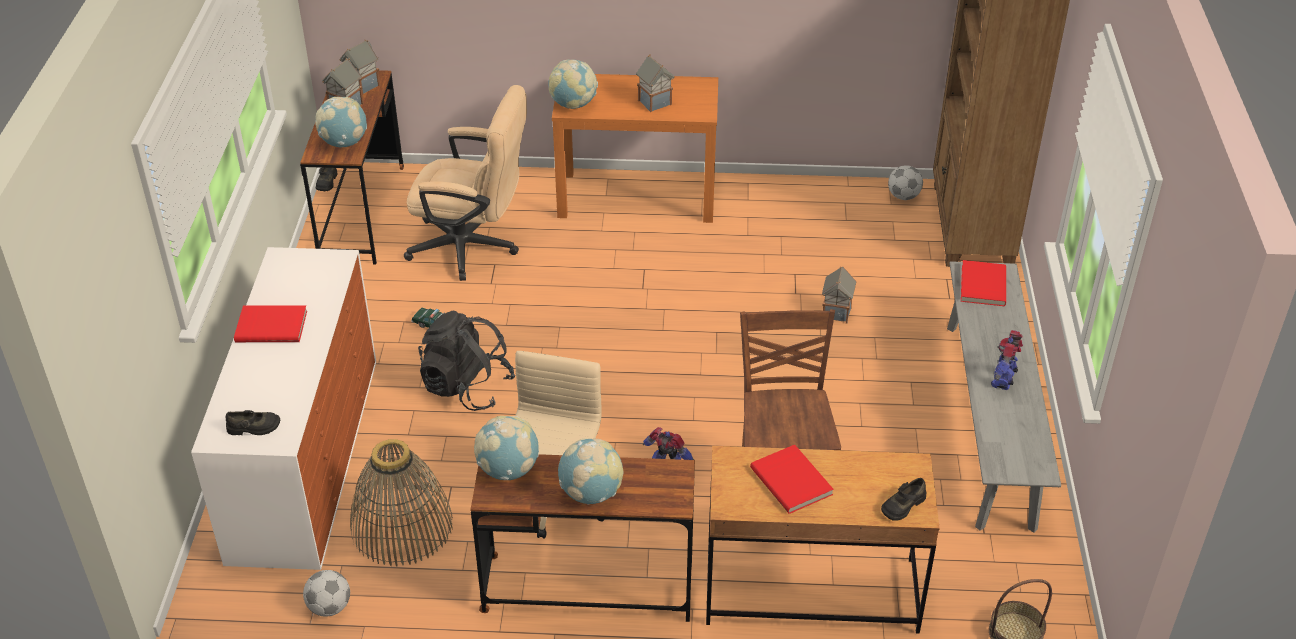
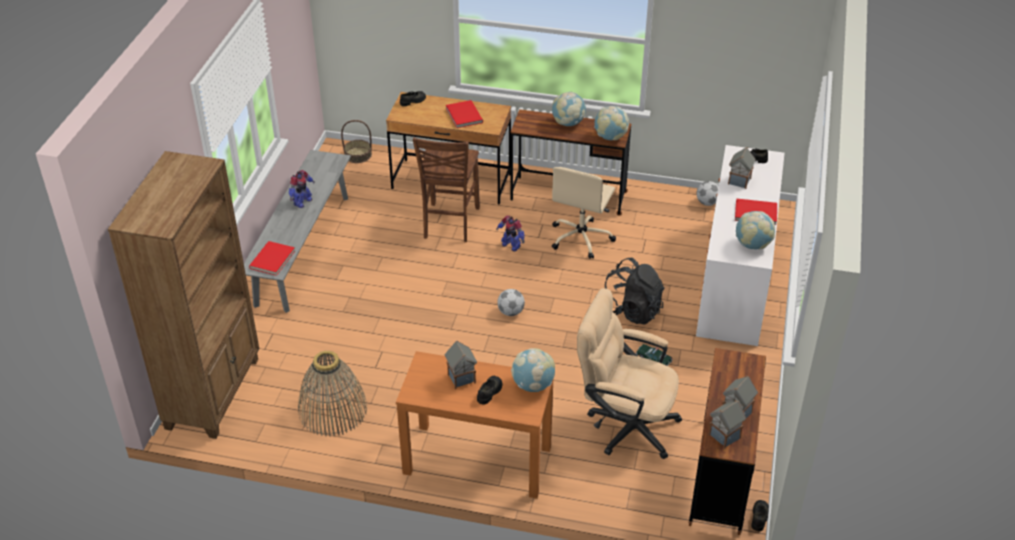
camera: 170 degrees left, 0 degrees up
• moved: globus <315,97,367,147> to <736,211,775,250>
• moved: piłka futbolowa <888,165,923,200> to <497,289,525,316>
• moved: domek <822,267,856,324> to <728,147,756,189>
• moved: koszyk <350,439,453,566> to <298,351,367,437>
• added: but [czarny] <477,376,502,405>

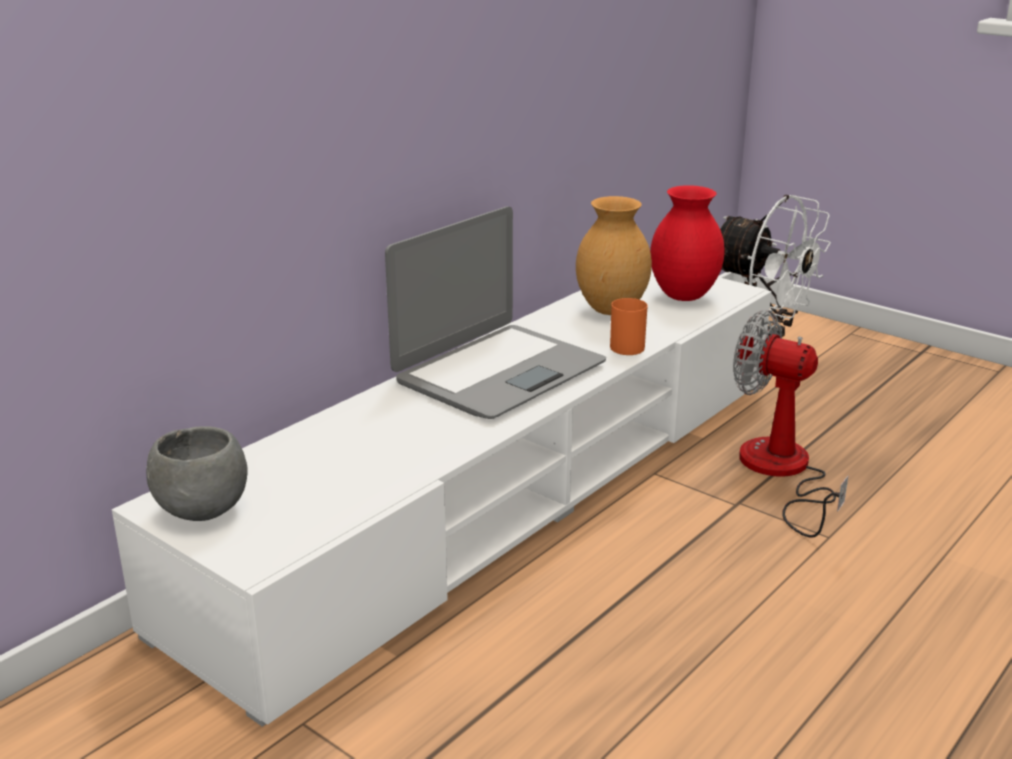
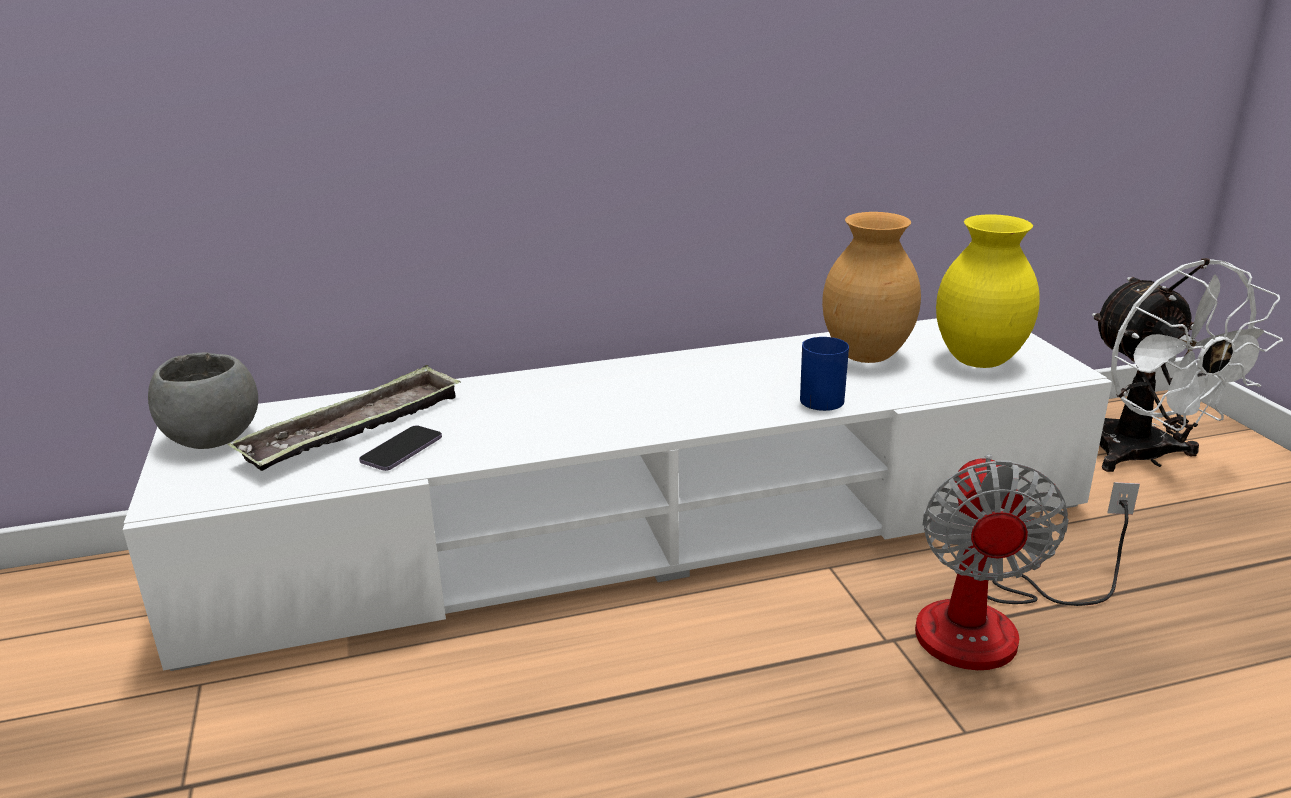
camera: 35 degrees right, 0 degrees up
• recoloured: wazon [czerwony] <650,185,725,301> to wazon [żółty] <936,214,1040,368>
• removed: laptop <385,206,606,419>
• recoloured: kubek [pomarańczowy] <610,298,648,355> to kubek [niebieski] <800,337,849,411>
• turned: wentylator <733,310,848,538> = <915,454,1140,670> 150 degrees counterclockwise
• added: taca <227,365,461,471>
• added: telefon <359,425,442,471>

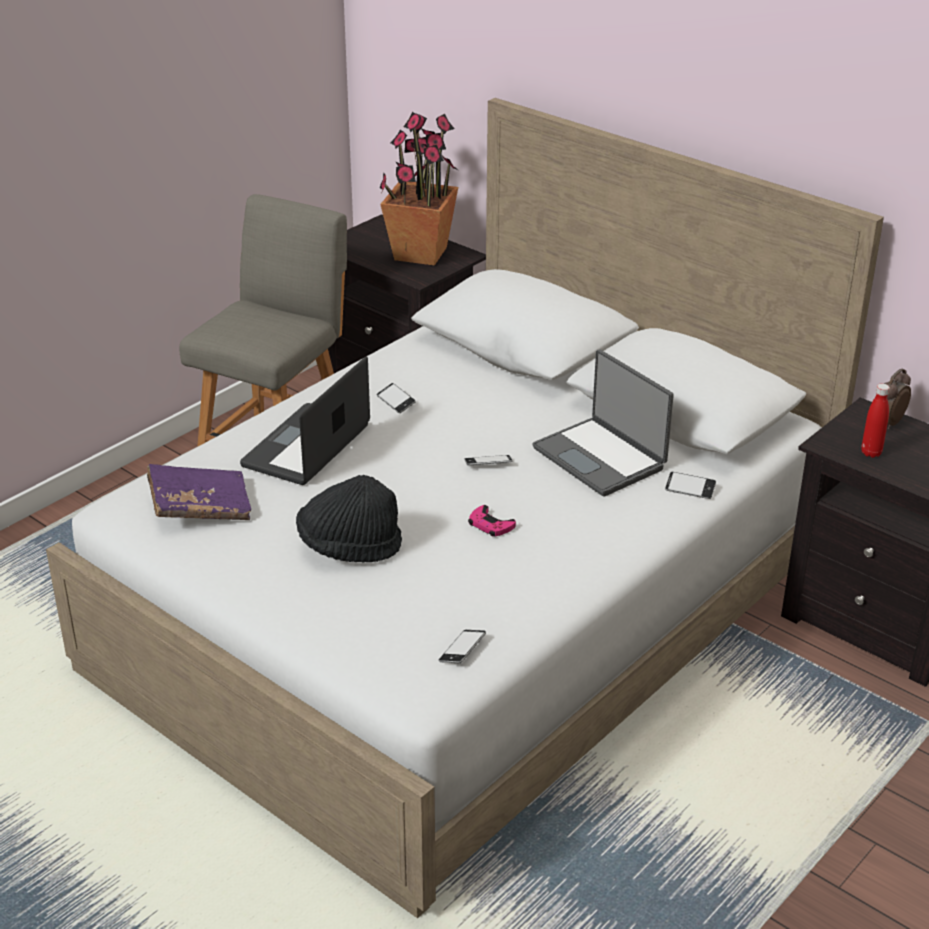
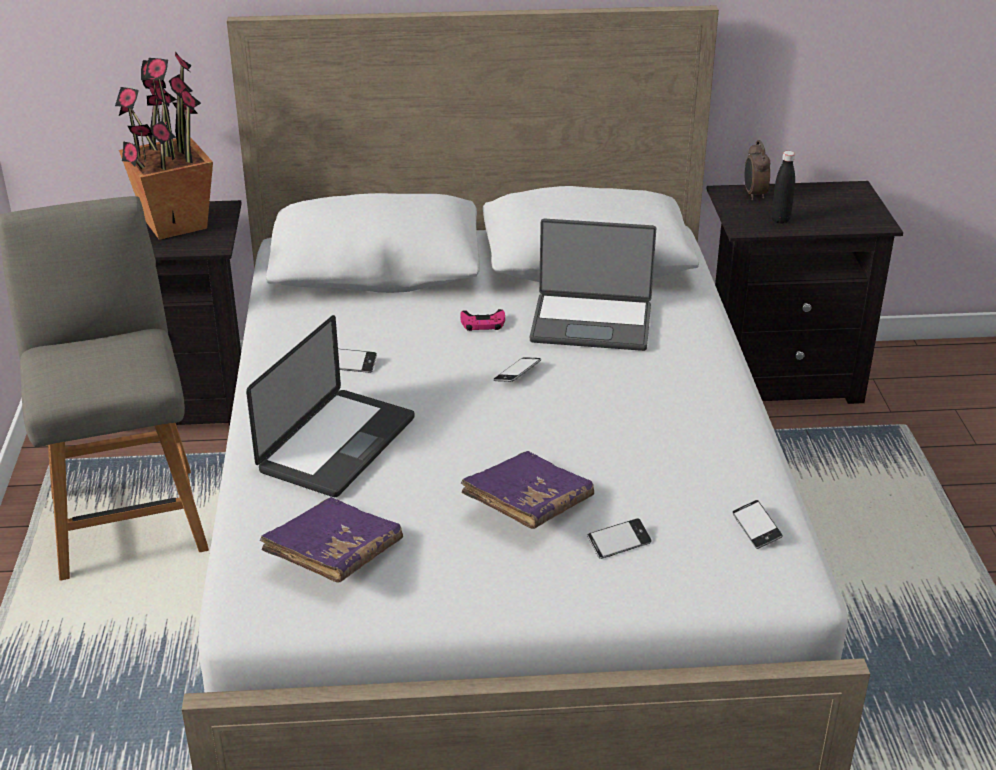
camera: 45 degrees left, 0 degrees up
• turned: laptop <240,356,370,485> = <246,315,414,497> 135 degrees counterclockwise
• recoloured: butelka [czerwony] <861,384,890,458> to butelka [czarny] <771,151,795,224>
• moved: telefon <665,472,716,499> to <587,518,652,559>
• replaced: kapelusz [czarny] <296,475,402,563> to książka [fioletowy] <461,451,594,529>
• moved: pad do gier [różowy] <468,505,516,537> to <460,309,505,331>

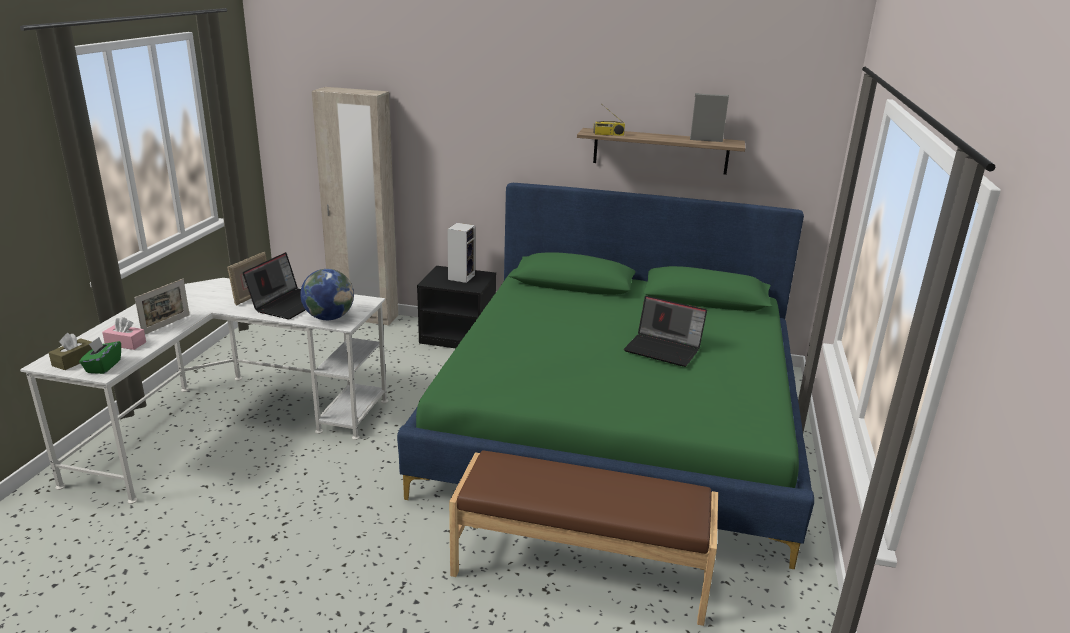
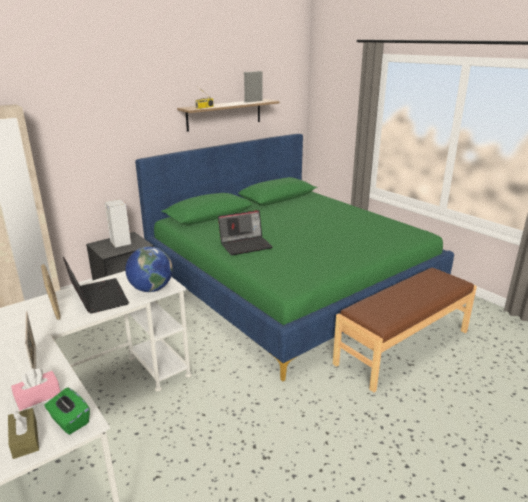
camera: 50 degrees left, 0 degrees up
• moved: laptop <624,296,707,367> to <218,210,273,255>

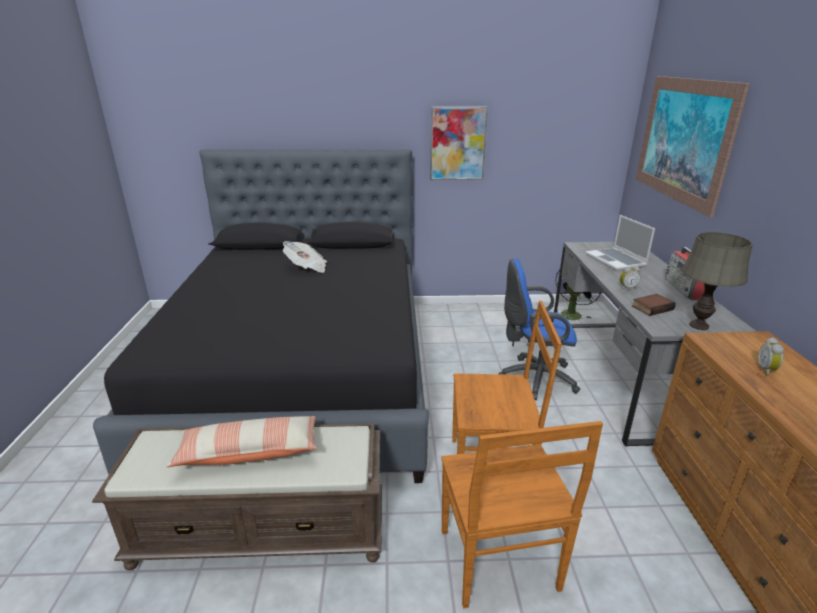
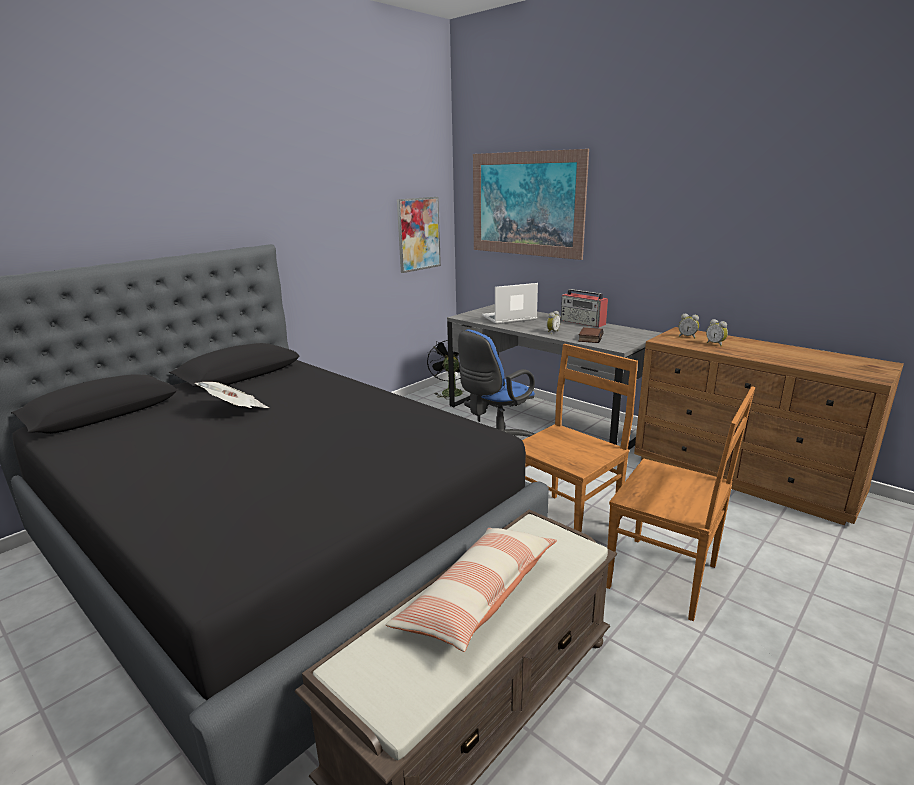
camera: 45 degrees left, 5 degrees down
• moved: obraz <430,107,488,180> to <397,197,441,273>
• turned: laptop <585,215,655,271> = <482,283,538,324> 135 degrees clockwise
• removed: lampa stołowa [szary] <682,232,753,330>
• added: budzik <679,314,699,339>

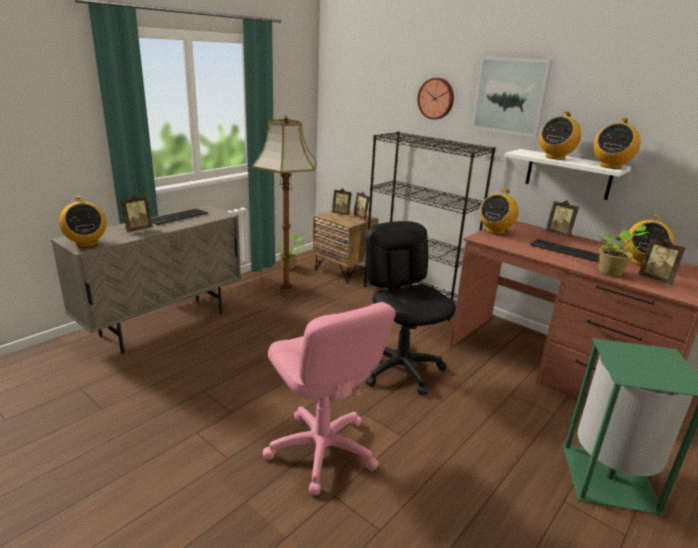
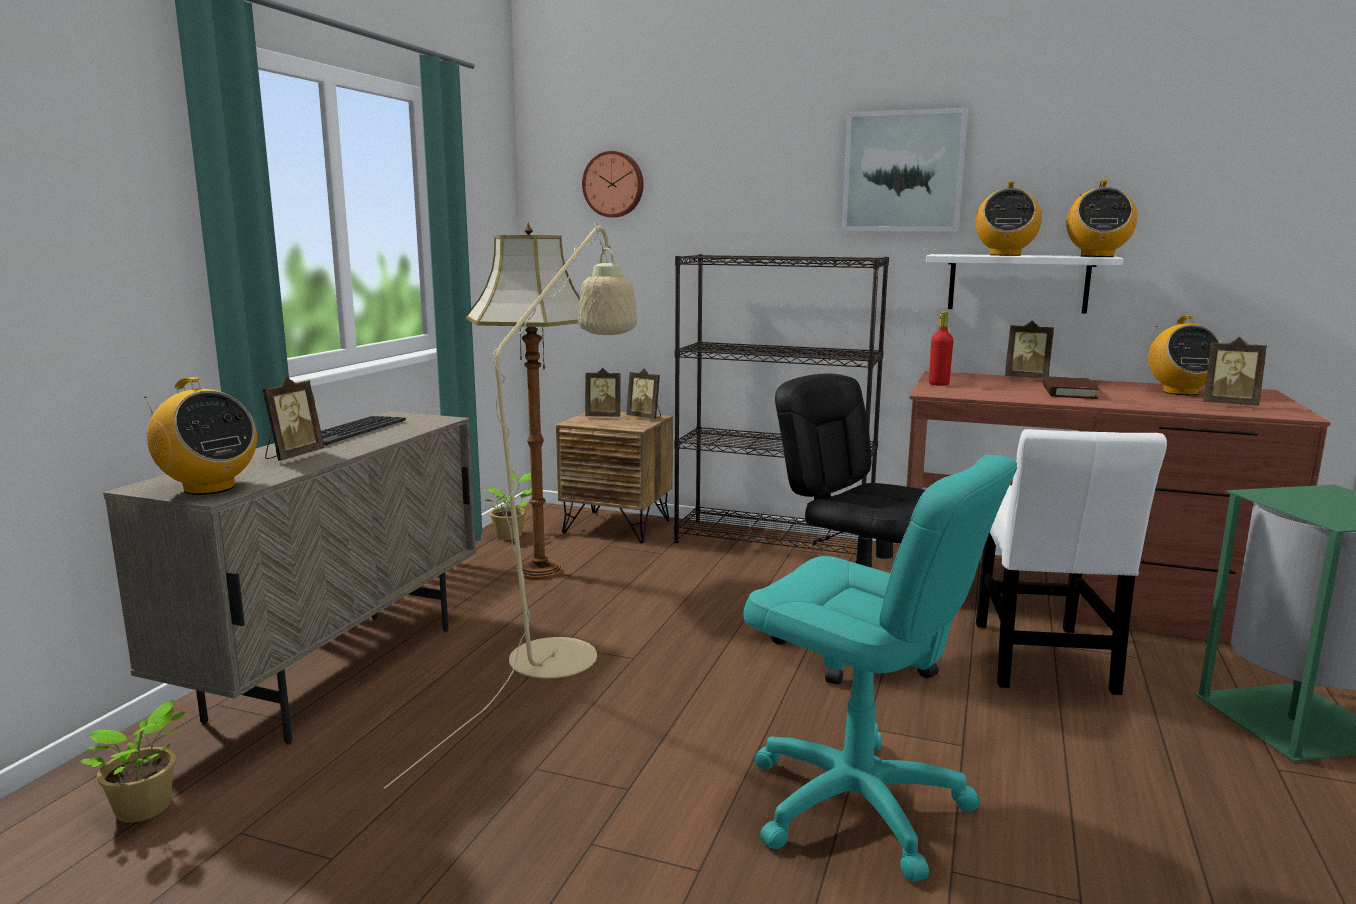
camera: 20 degrees left, 10 degrees down
• moved: zegar ścienny <417,78,454,120> to <582,151,644,217>
• replaced: radio <480,189,519,234> to butelka [czerwony] <929,311,953,386>
• moved: roślina doniczkowa <597,225,649,276> to <80,699,186,823>
• replaced: klawiatura <530,239,600,262> to książka [brązowy] <1043,377,1099,399>
• recoloured: krzesło biurowe [różowy] <263,302,395,495> to krzesło biurowe [turkusowy] <744,455,1017,882>
• added: lampa stojąca [beżowy] <384,222,637,789>
• added: krzesło [biały] <976,429,1167,695>

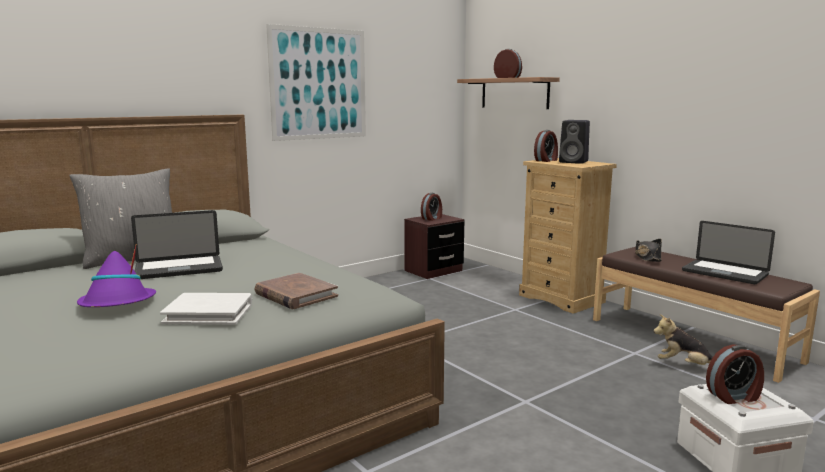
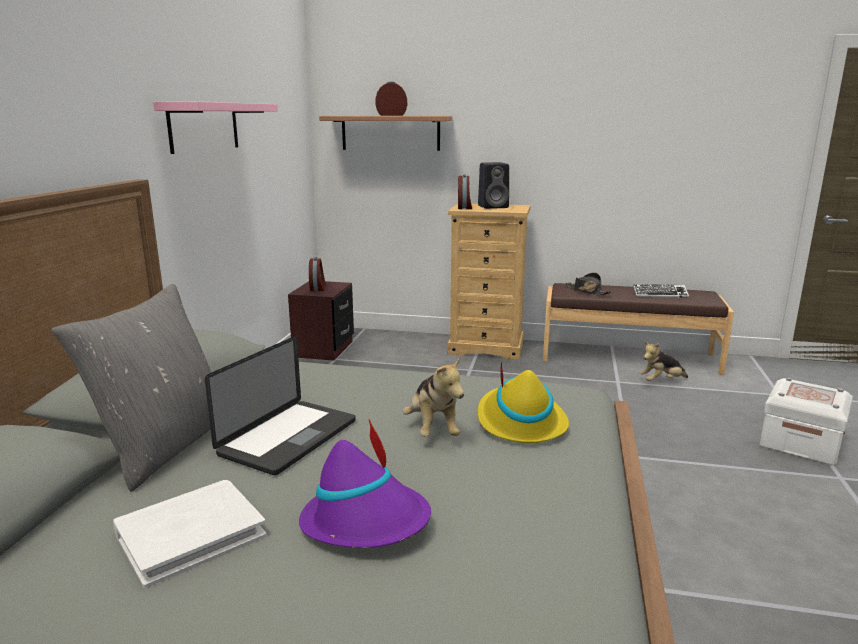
camera: 40 degrees left, 5 degrees up
• replaced: obraz <266,24,366,141> to półka [różowy] <153,101,278,154>
• replaced: laptop <682,221,775,284> to klawiatura <633,284,689,298>
• replaced: książka [brązowy] <255,273,338,309> to kapelusz [żółty] <478,362,569,443>
• moved: książka [biały] <160,293,252,325> to <113,480,267,588>
• removed: budzik <706,344,764,404>
• added: pluszak <403,357,464,437>

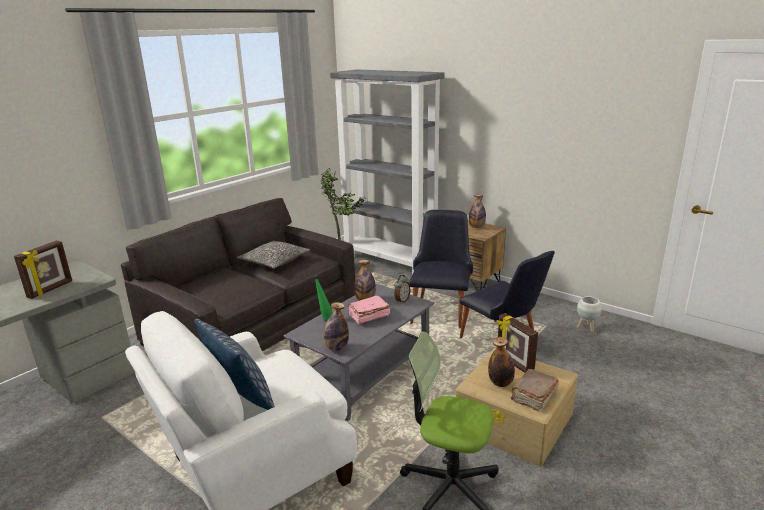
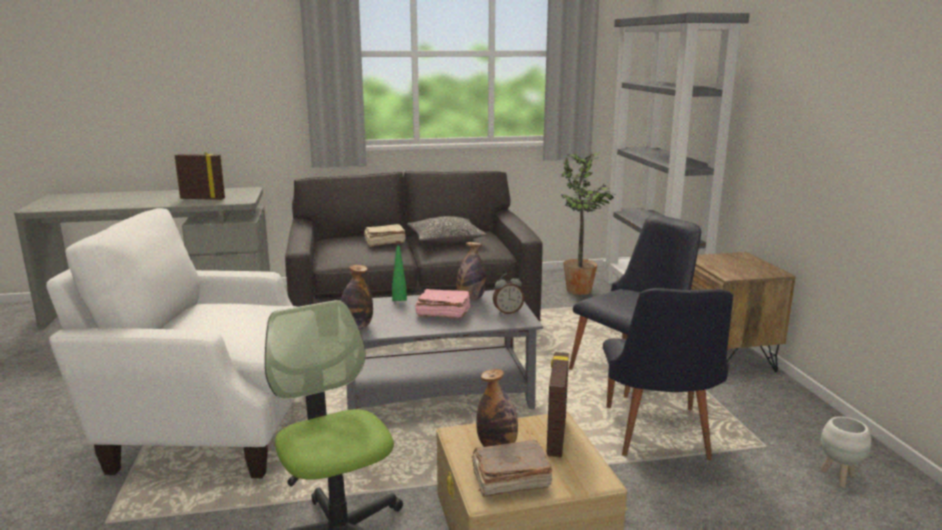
camera: 40 degrees right, 5 degrees down
• removed: butelka <469,195,486,228>
• turned: ramka na zdjęcie <14,240,72,299> = <174,153,225,200> 150 degrees counterclockwise
• removed: poduszka <194,319,275,410>
• added: książka [beżowy] <364,224,406,247>

